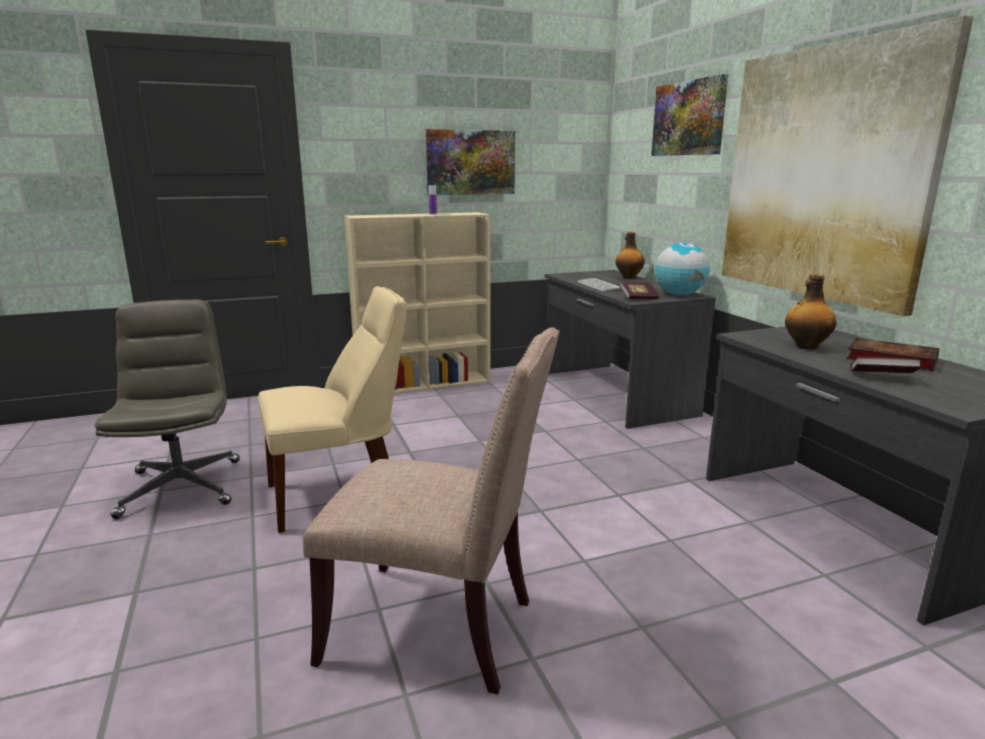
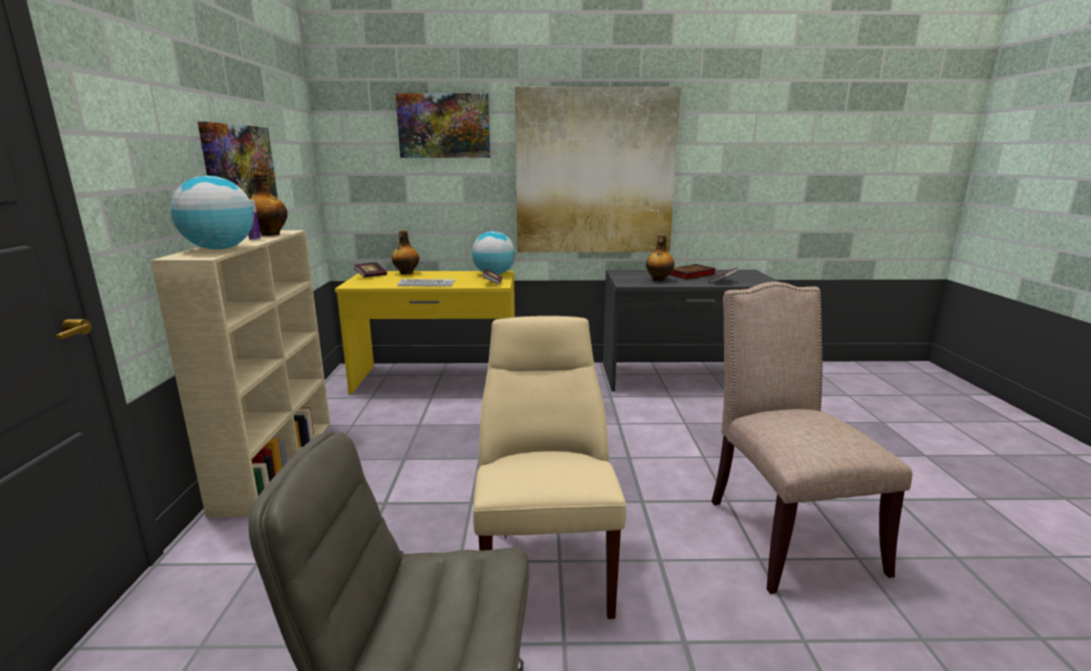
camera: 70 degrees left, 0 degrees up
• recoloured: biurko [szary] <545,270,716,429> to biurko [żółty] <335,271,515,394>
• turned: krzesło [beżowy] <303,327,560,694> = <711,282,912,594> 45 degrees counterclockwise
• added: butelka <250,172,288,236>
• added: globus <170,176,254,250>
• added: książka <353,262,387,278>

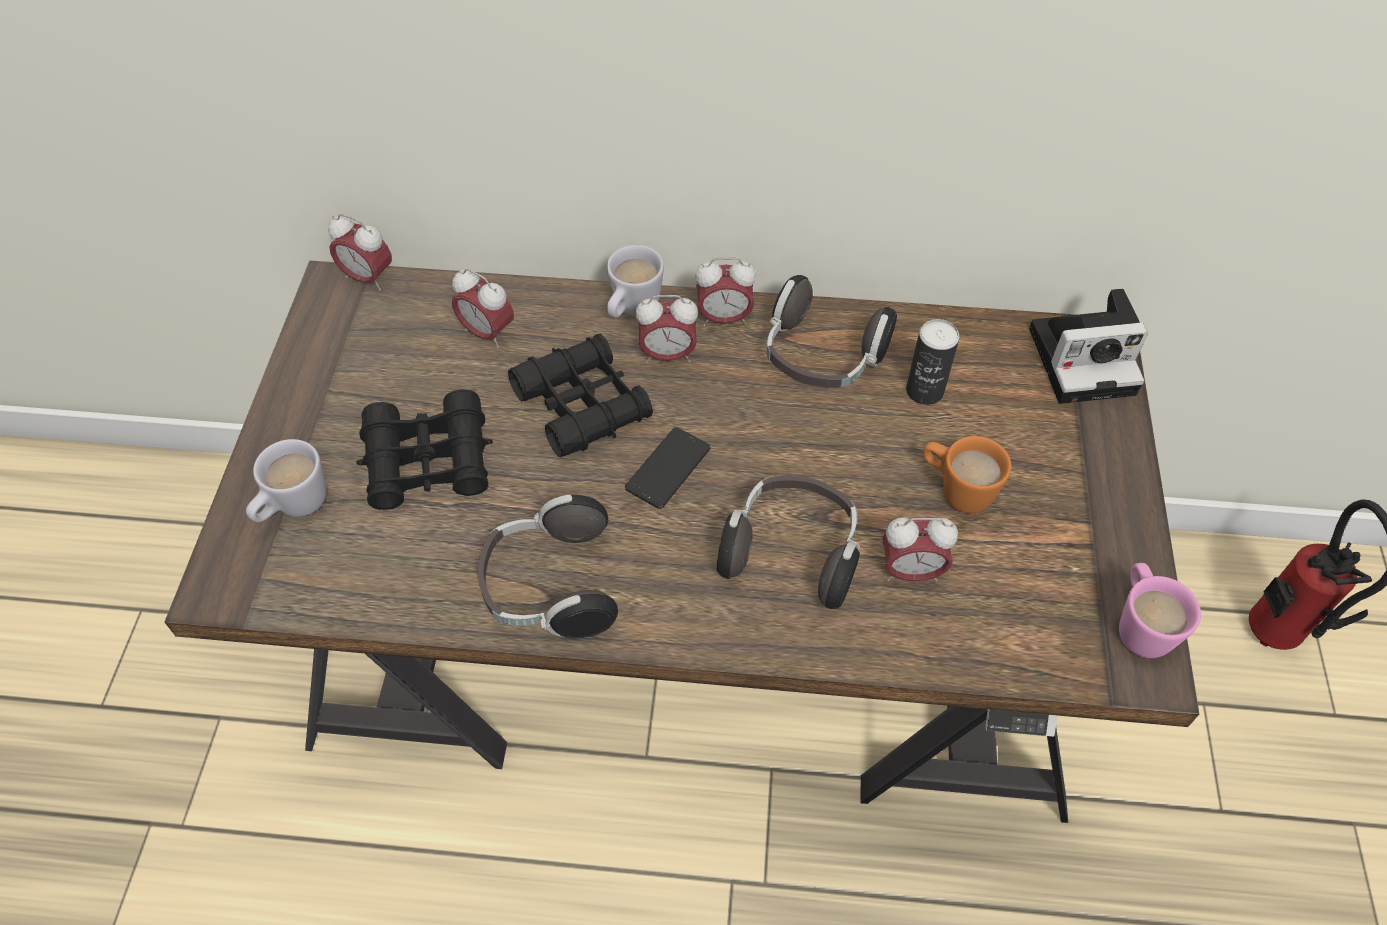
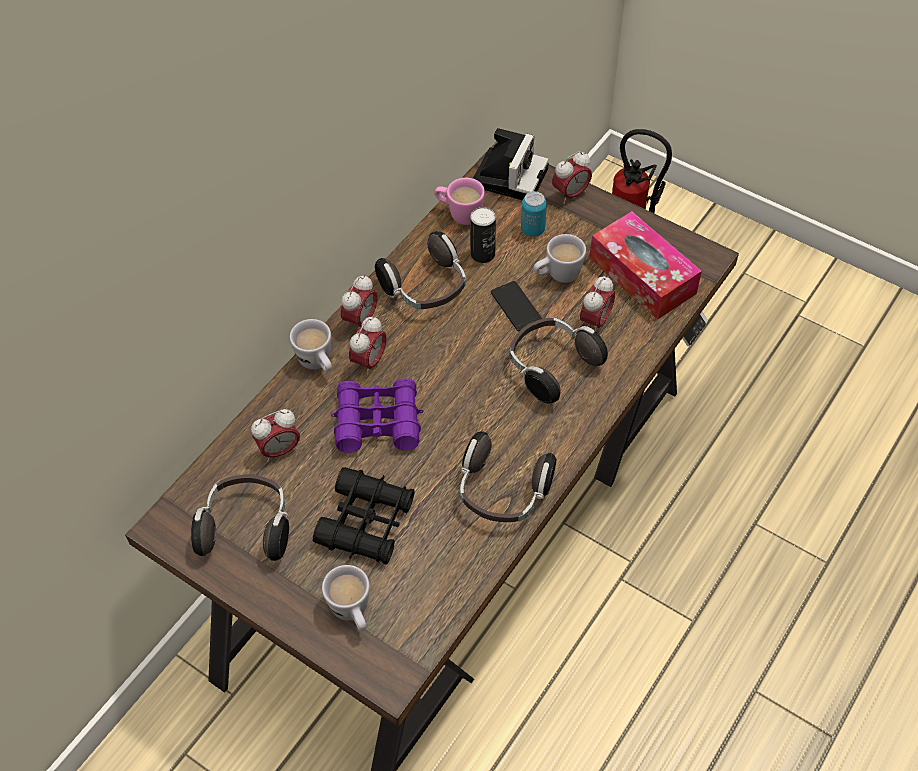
camera: 60 degrees left, 0 degrees up
• moved: budzik <328,214,392,291> to <552,151,592,204>
• recoloured: lornetka [czarny] <508,333,653,457> to lornetka [fioletowy] <331,378,424,453>
• moved: telefon <625,427,710,509> to <491,281,542,331>
• recoloured: kubek [pomarańczowy] <923,436,1012,514> to kubek [biały] <534,234,586,283>
• moved: kubek [różowy] <1119,563,1201,658> to <435,178,485,225>
• added: puszka <521,191,547,237>
• added: pudełko chusteczek <590,211,702,320>
• added: słuchawki <191,474,289,561>

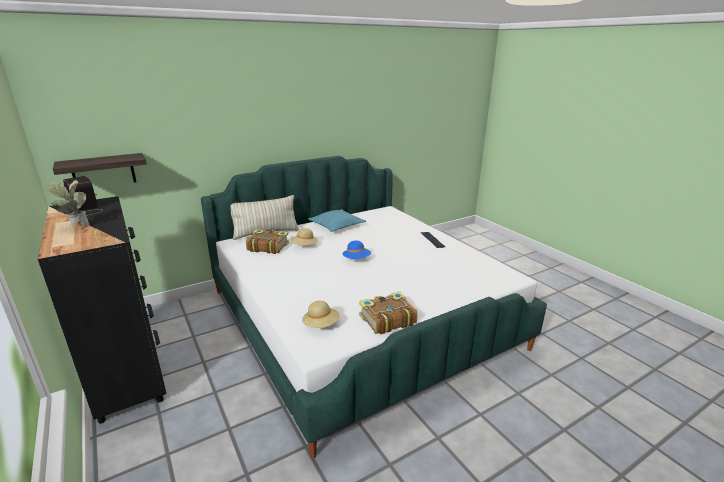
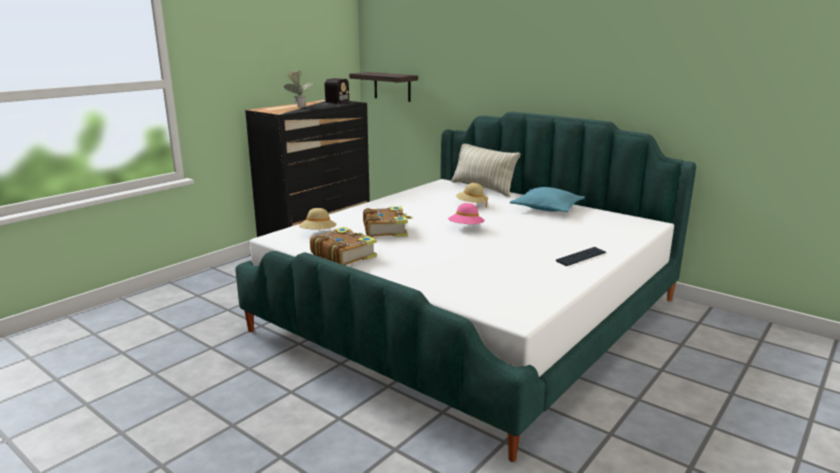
camera: 70 degrees right, 5 degrees down
• moved: książka <246,229,289,254> to <363,206,413,237>
• recoloured: kapelusz [niebieski] <342,240,371,259> to kapelusz [różowy] <448,203,485,224>

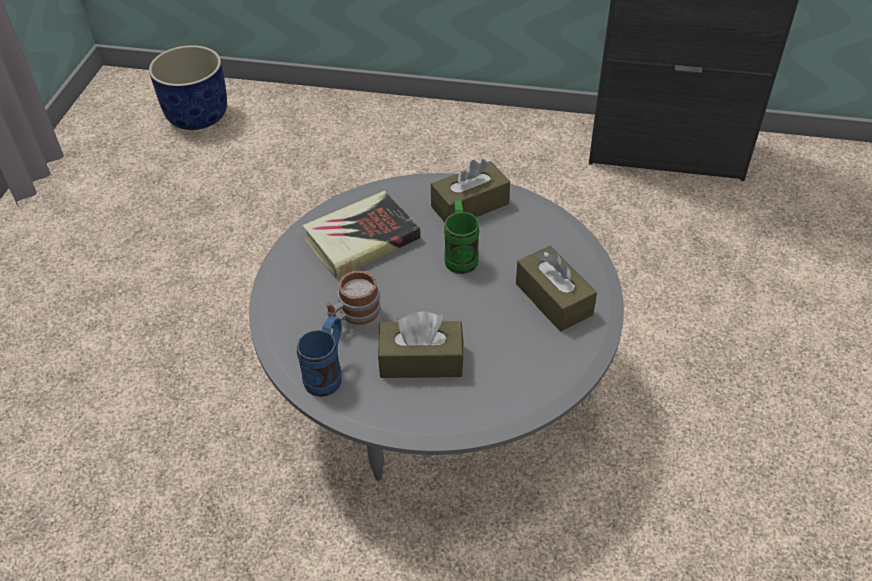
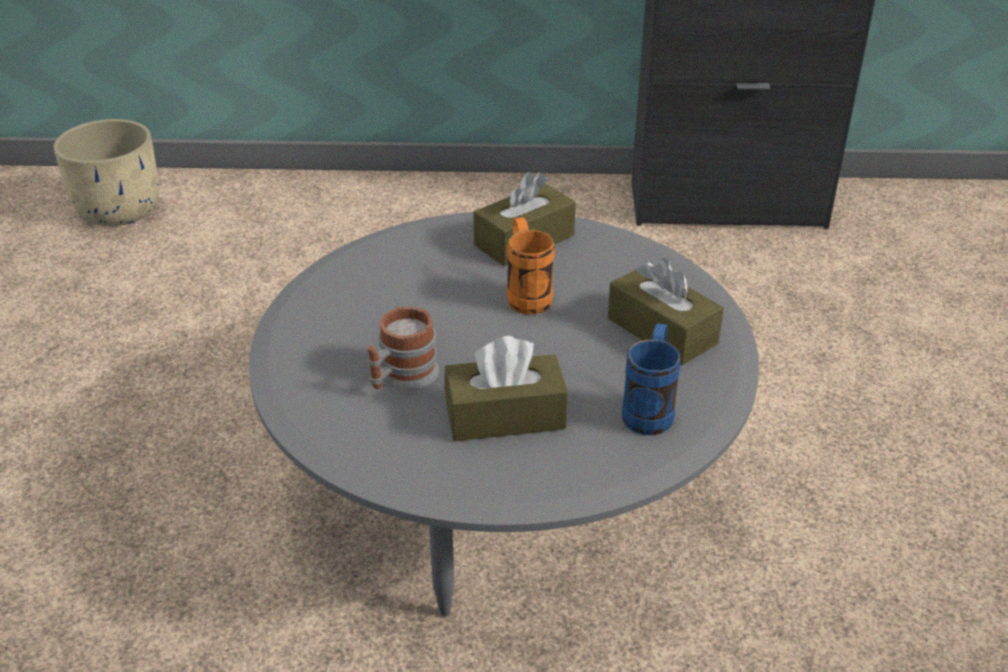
camera: 10 degrees left, 10 degrees down
• recoloured: donica [niebieski] <149,45,227,130> to donica [beżowy] <53,119,159,226>
• removed: książka <302,191,421,279>
• recoloured: kubek [zielony] <444,200,479,274> to kubek [pomarańczowy] <507,217,555,315>
• moved: kubek [niebieski] <297,316,342,397> to <622,323,681,435>

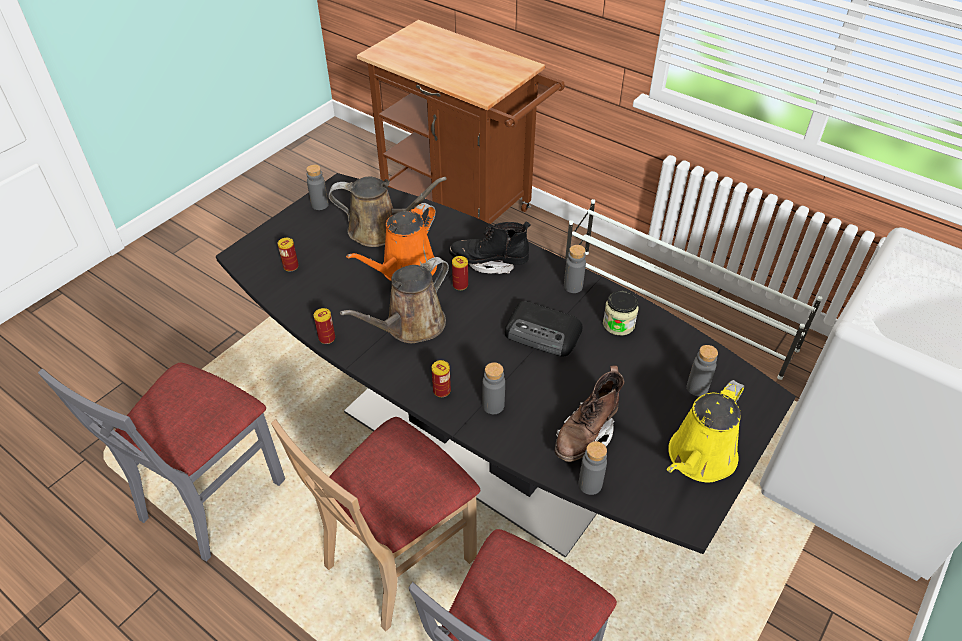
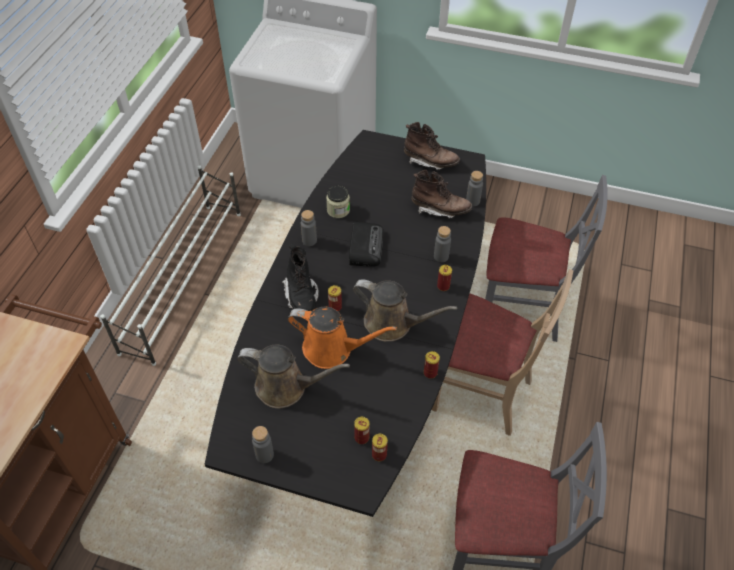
camera: 110 degrees left, 5 degrees up
• turned: konewka [brązowy] <328,177,447,247> = <237,344,350,408> 120 degrees clockwise
• removed: butelka [szary] <687,345,718,396>
• replaced: konewka [żółty] <667,380,744,483> to but z cholewką [brązowy] <404,122,460,170>
• added: puszka <372,434,388,461>

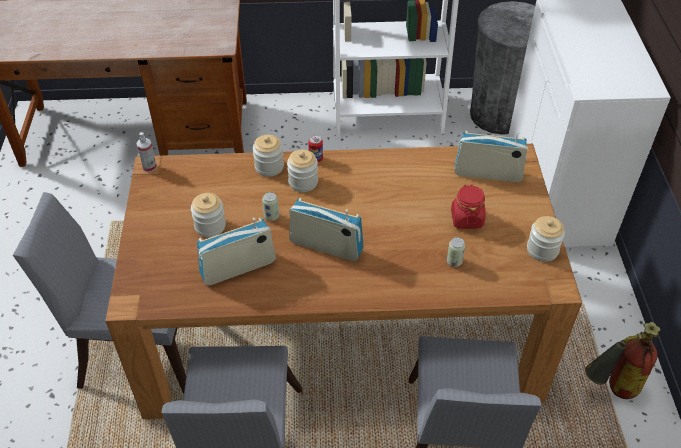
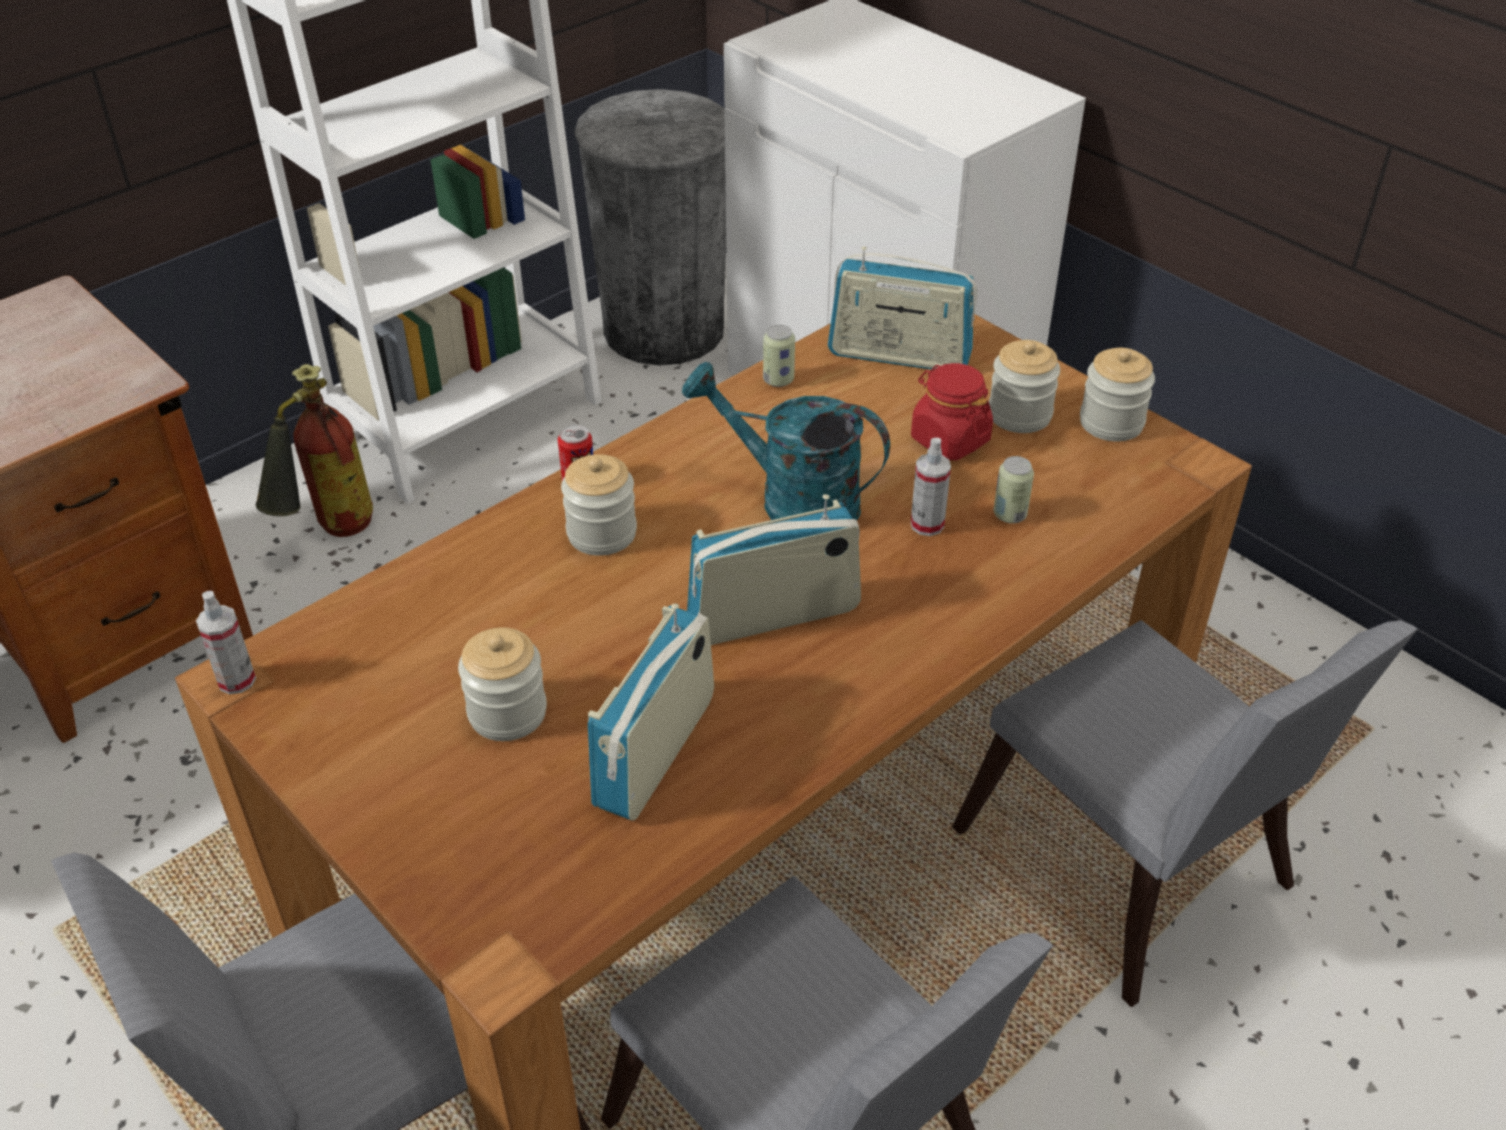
camera: 40 degrees left, 5 degrees down
• turned: radio <454,130,528,182> = <828,246,977,369> 135 degrees counterclockwise
• moved: słoik <253,135,284,177> to <989,340,1060,433>
• moved: puszka <262,192,279,221> to <763,325,795,387>
• moved: gaśnica <585,322,660,399> to <256,364,373,537>
• added: konewka [turkusowy] <682,362,890,520>
• added: spryskiwacz <911,438,951,536>

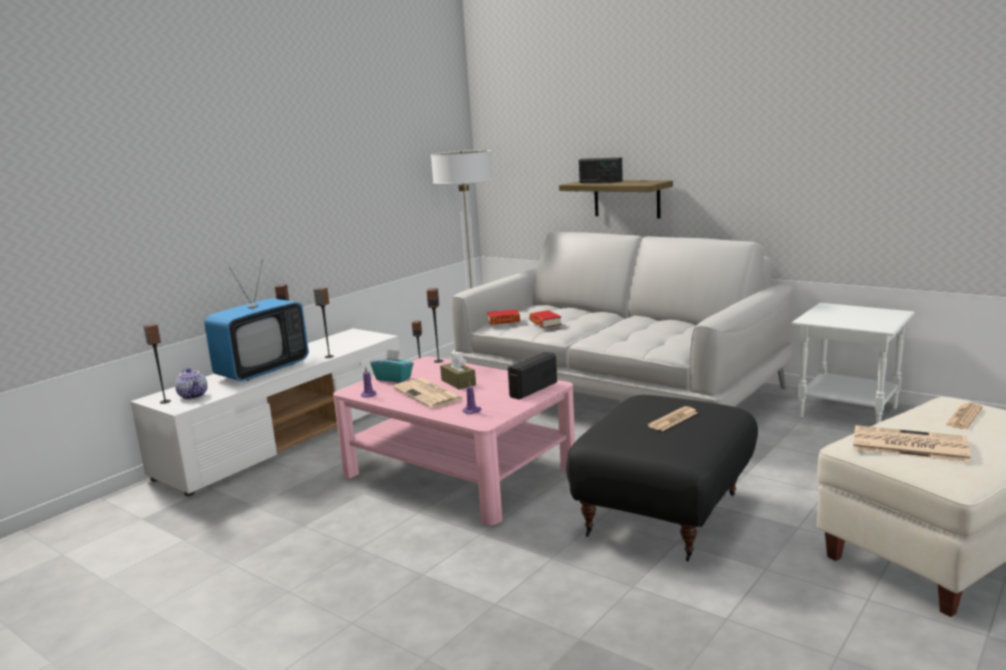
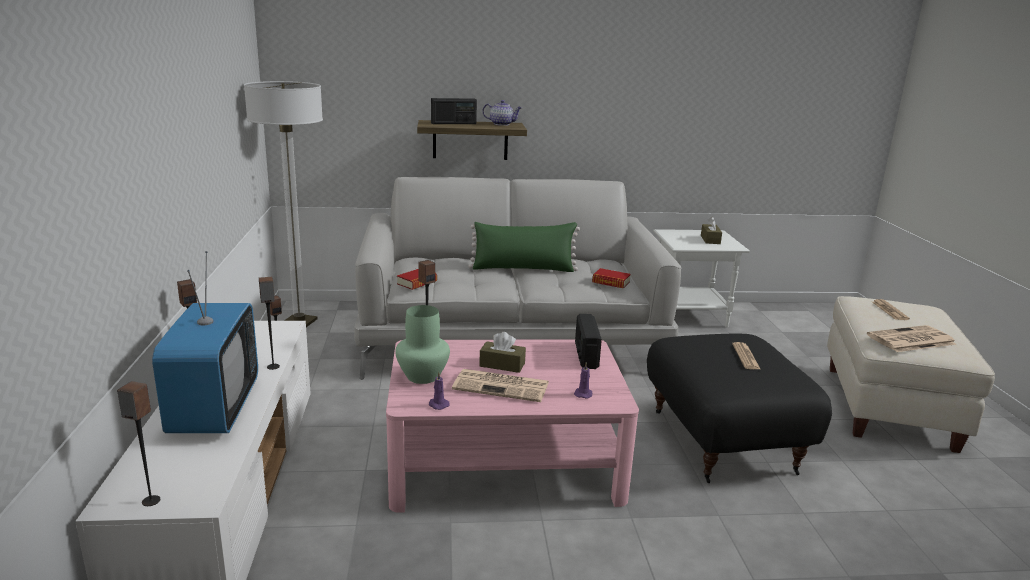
camera: 45 degrees left, 5 degrees up
• moved: książka <529,310,562,328> to <592,268,631,288>
• replaced: pudełko chusteczek [turkusowy] <371,349,414,382> to wazon [zielony] <395,305,450,384>
• moved: imbryk <175,368,207,400> to <482,100,522,126>
• added: pudełko chusteczek [brązowy] <701,217,722,244>
• added: poduszka [zielony] <469,222,580,272>

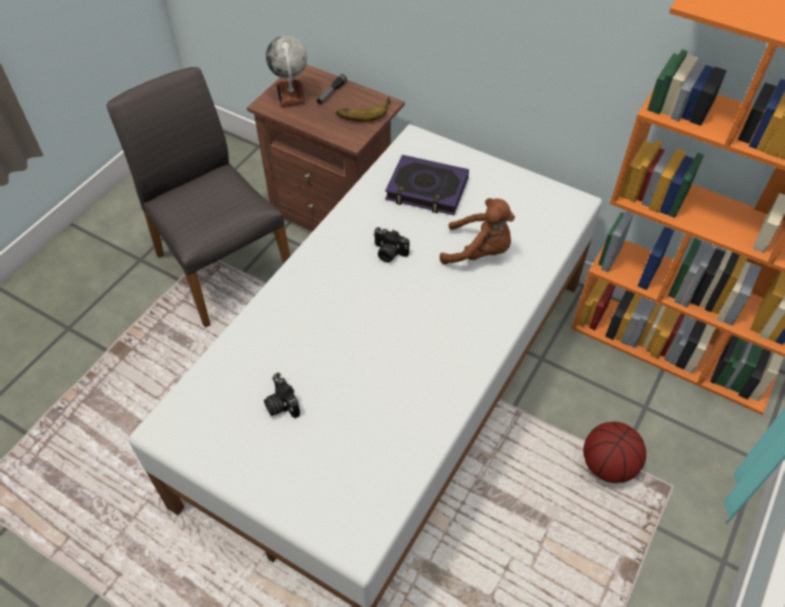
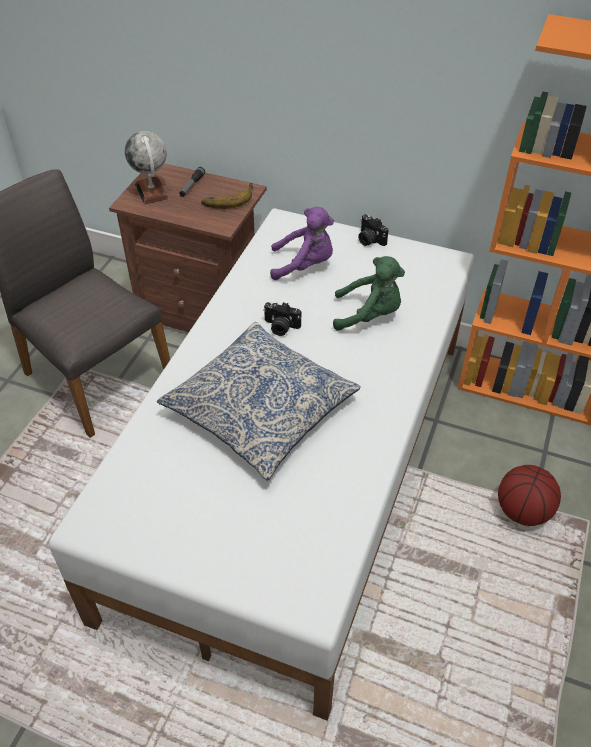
camera: 10 degrees left, 5 degrees down
• replaced: książka <385,155,469,215> to pluszak [fioletowy] <270,207,334,280>
• recoloured: pluszak [brązowy] <440,198,515,264> to pluszak [zielony] <333,256,405,331>
• moved: aparat fotograficzny <264,373,300,418> to <358,214,388,246>
• added: poduszka <157,322,361,480>

